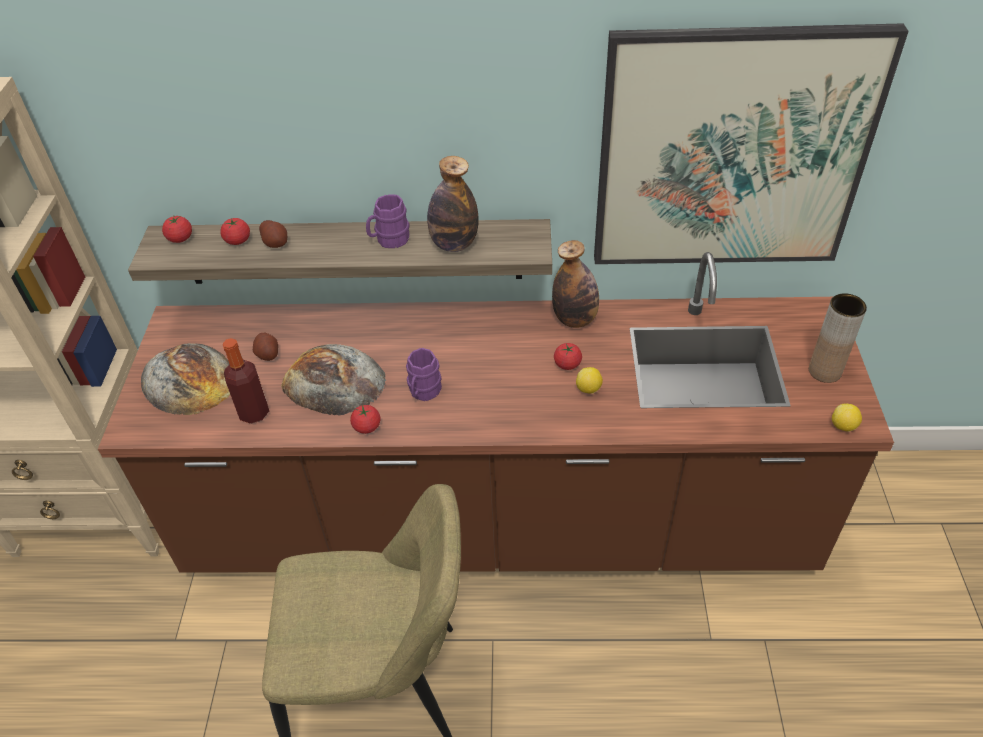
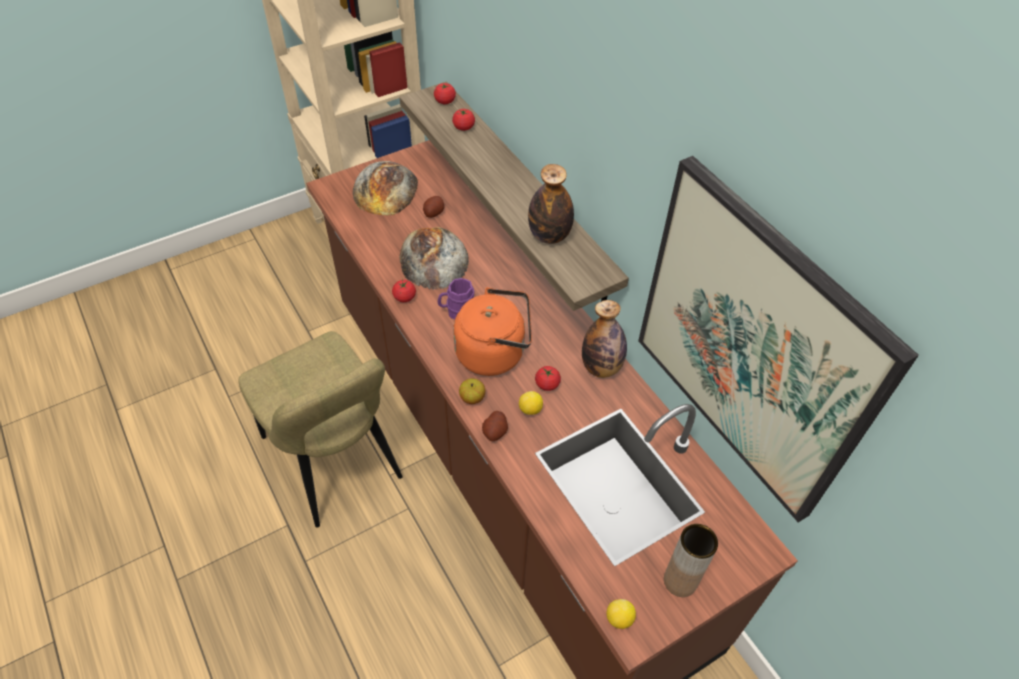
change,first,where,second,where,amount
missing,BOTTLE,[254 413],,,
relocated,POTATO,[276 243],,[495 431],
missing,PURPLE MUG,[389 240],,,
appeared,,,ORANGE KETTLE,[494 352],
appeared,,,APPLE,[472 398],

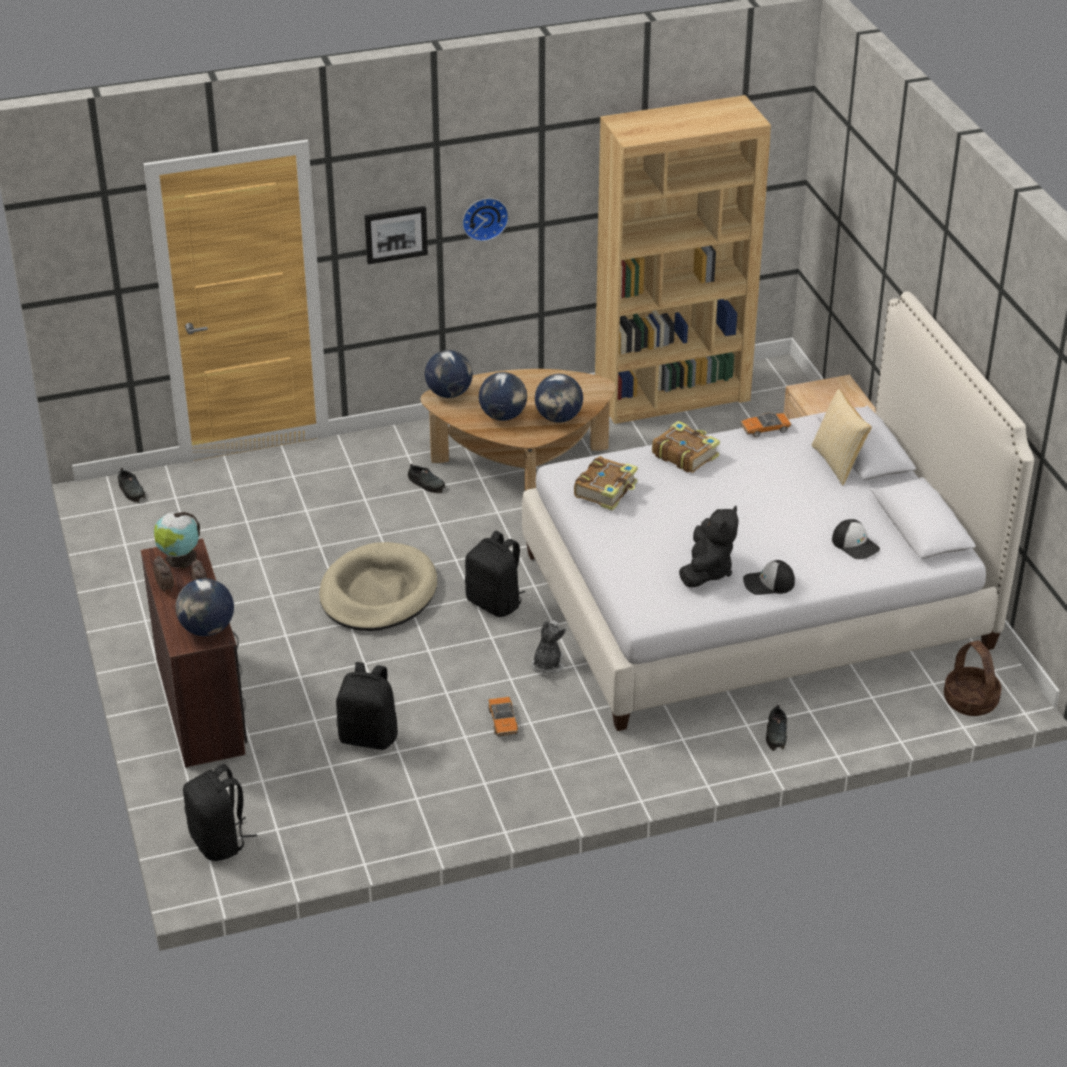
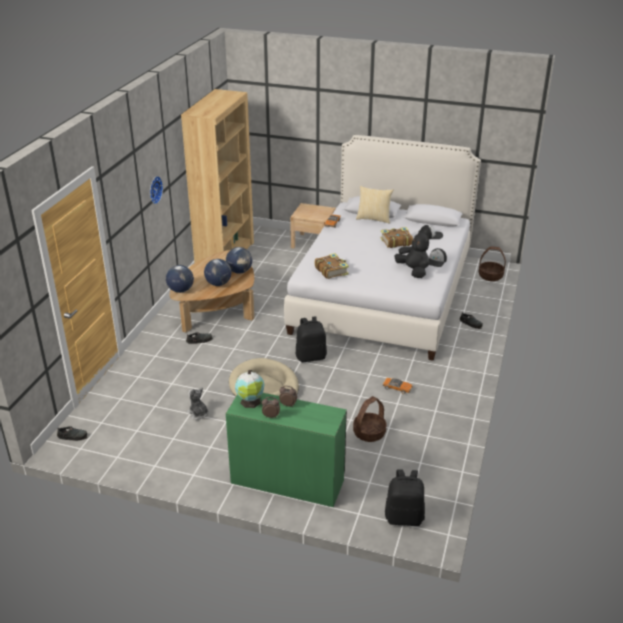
change,first,where,second,where,amount
colour,BROWN DESK,[202 704],GREEN DESK,[287 480],
missing,GLOBE,[206 629],,,
exchanged,BLACK BACKPACK,[369 736],BASKET,[369 432],
missing,PICTURE,[395 234],,,
relocated,PLUSH TOY,[547 664],,[198 414],
relocated,BOOK,[684 455],,[396 242],

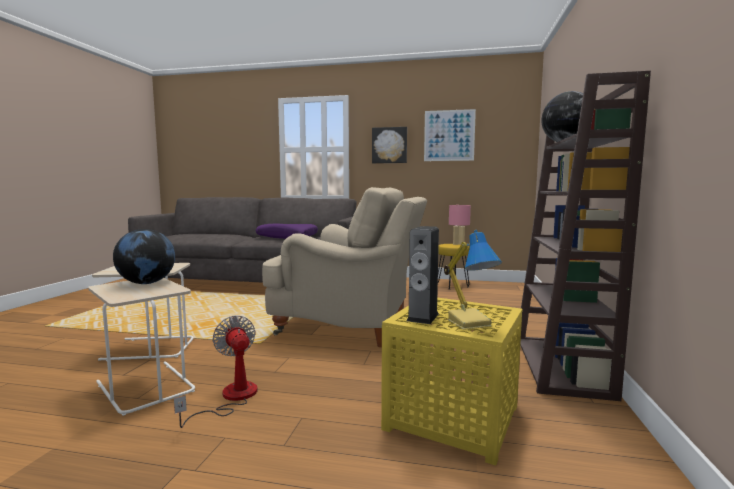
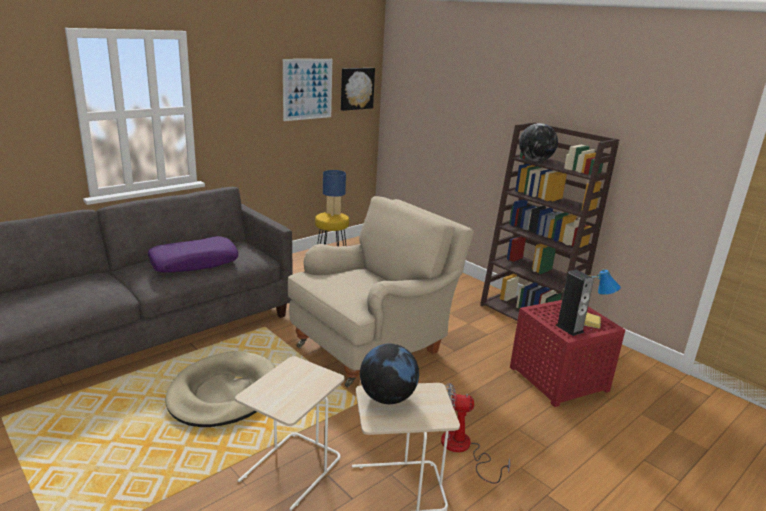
change,first,where,second,where,amount
relocated,PICTURE,[389 145],,[356 88],
colour,YELLOW SIDE TABLE,[450 418],RED SIDE TABLE,[558 380],
colour,PINK TABLE LAMP,[458 244],BLUE TABLE LAMP,[333 213],
appeared,,,BEIGE DOG BED,[224 393],

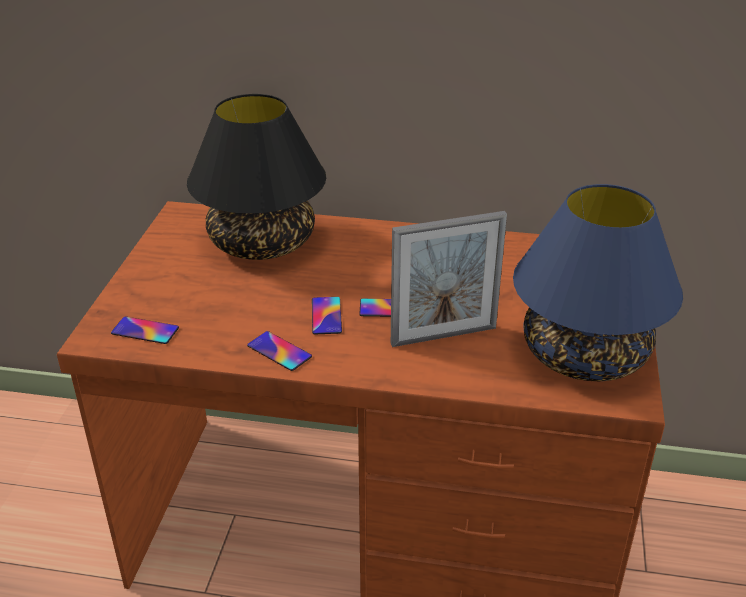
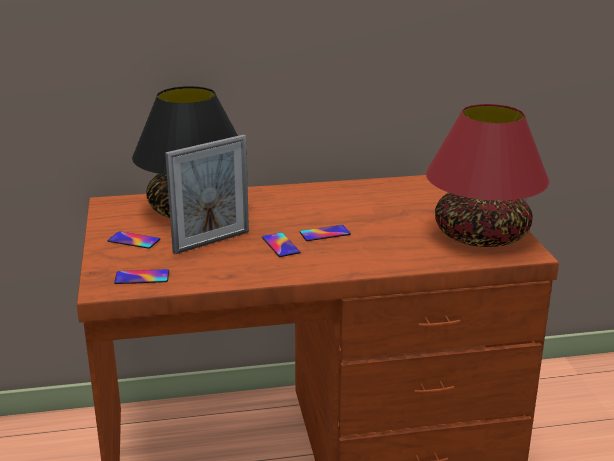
change,first,where,second,where,amount
relocated,PHONE,[279 351],,[134 240],
relocated,PICTURE FRAME,[443 336],,[211 242],
colour,BLUE TABLE LAMP,[585 354],RED TABLE LAMP,[481 235],

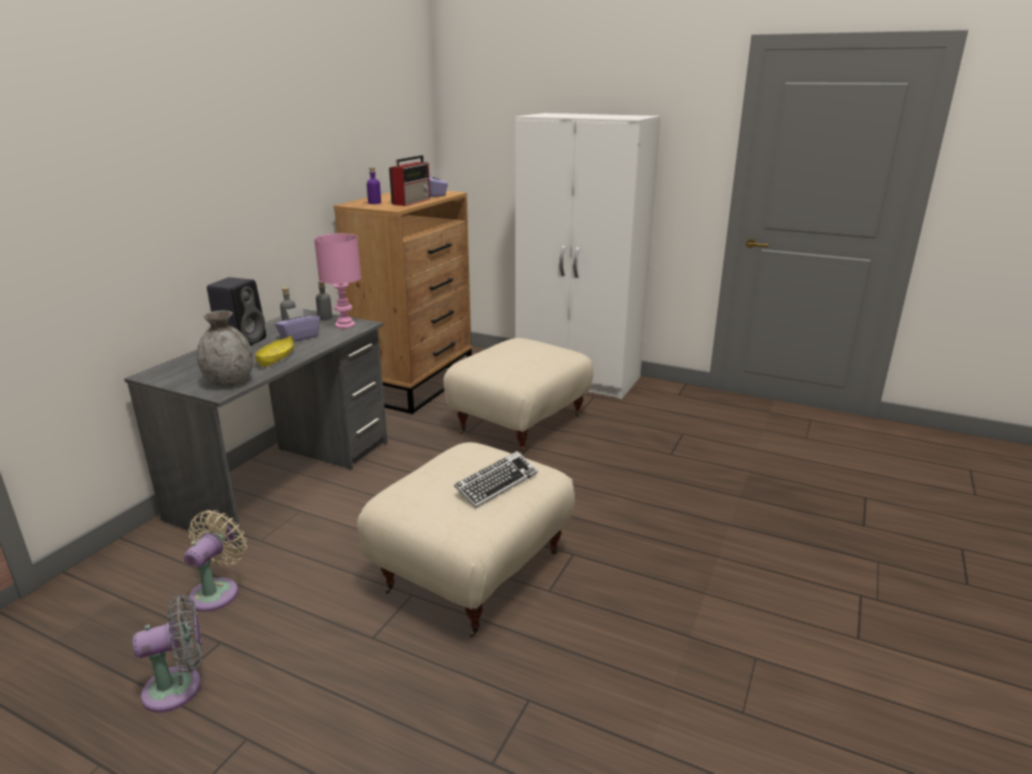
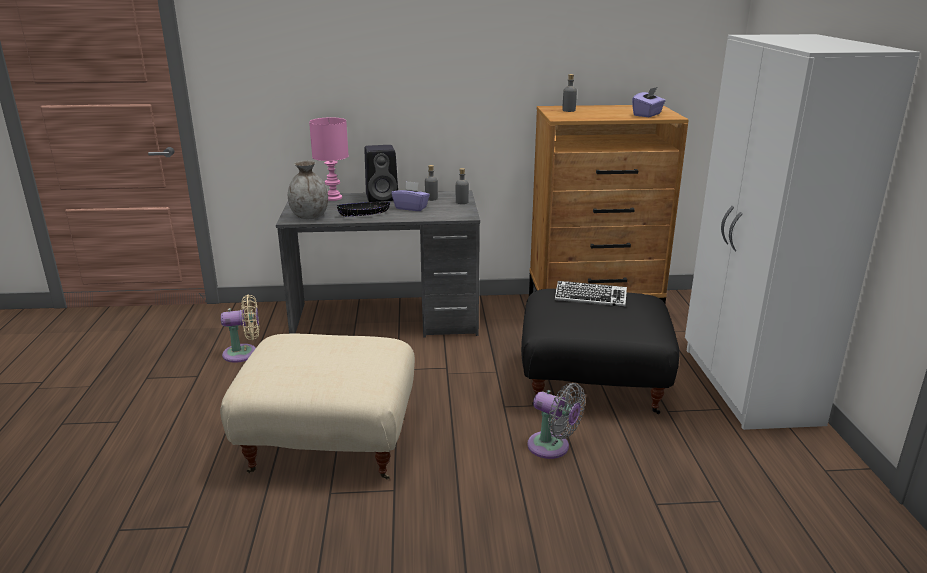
change,first,where,second,where,amount
relocated,GREY FAN,[179 687],,[552 447],
colour,YELLOW BOWL,[277 358],BLACK BOWL,[364 214],
relocated,PINK TABLE LAMP,[344 325],,[333 198],
colour,PURPLE BOTTLE,[374 203],GREY BOTTLE,[568 110],
missing,RADIO,[412 201],,,
colour,BEIGE OTTOMAN,[519 424],BLACK OTTOMAN,[593 384],
relocated,KEYBOARD,[496 484],,[590 298],

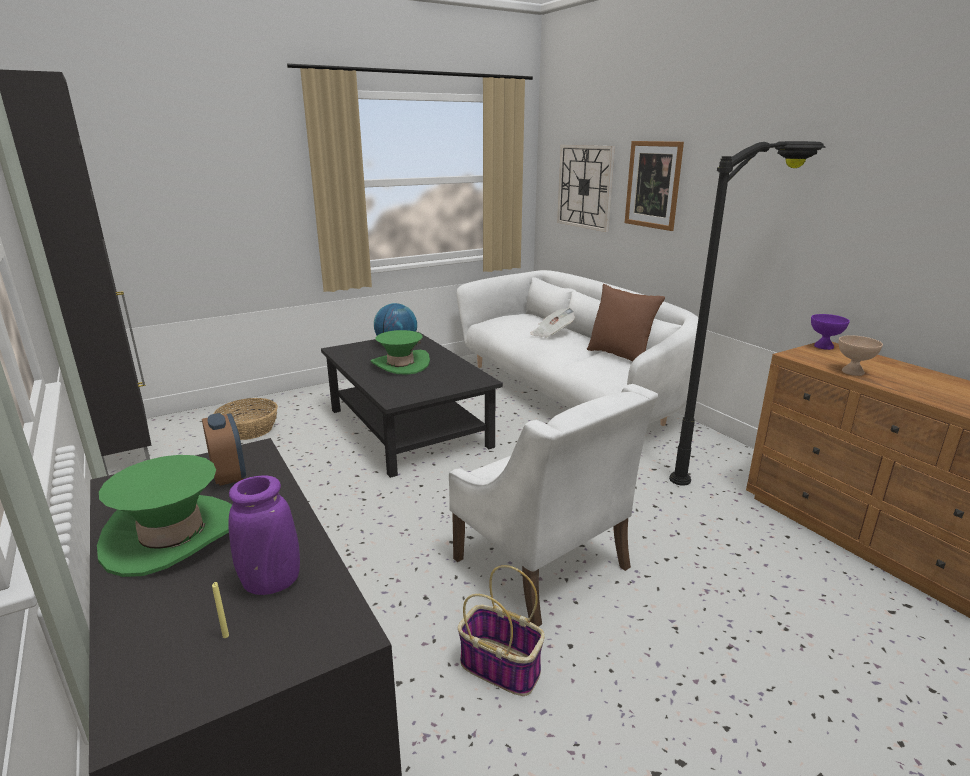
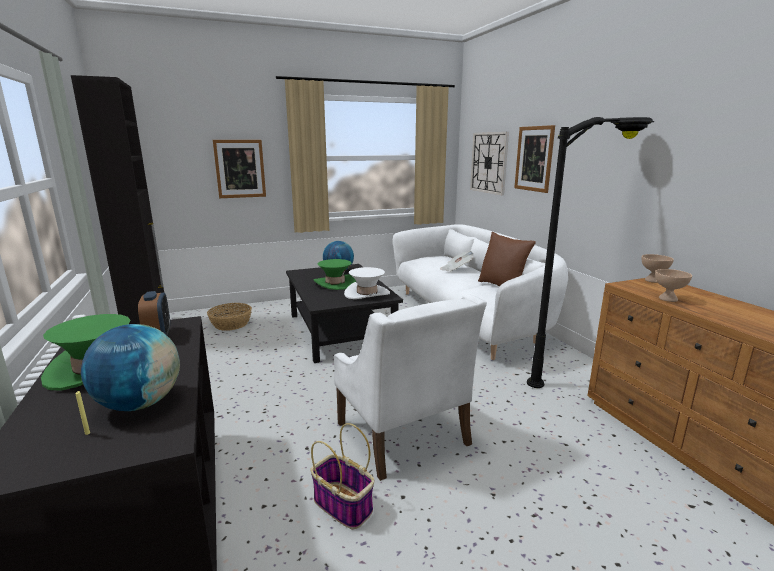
change,first,where,second,where,amount
exchanged,PURPLE VASE,[271 583],GLOBE,[139 404],
colour,PURPLE BOWL,[823 346],BEIGE BOWL,[652 280],
appeared,,,PICTURE,[240 169],
appeared,,,WHITE HAT,[367 293],

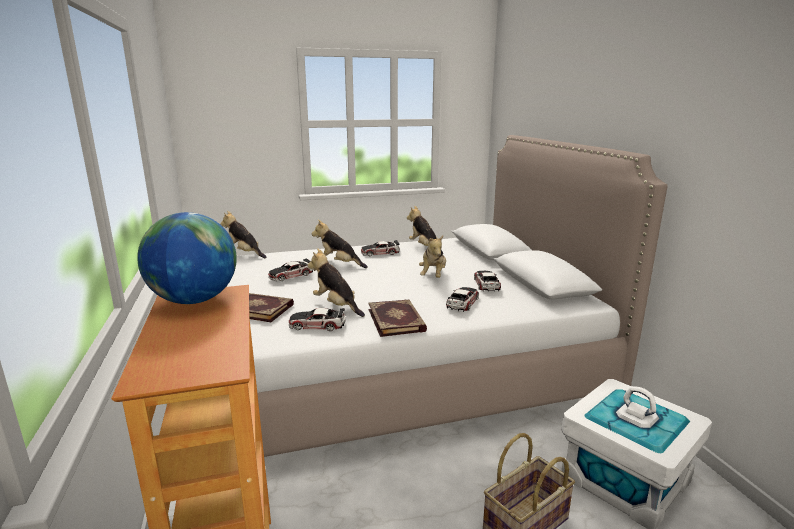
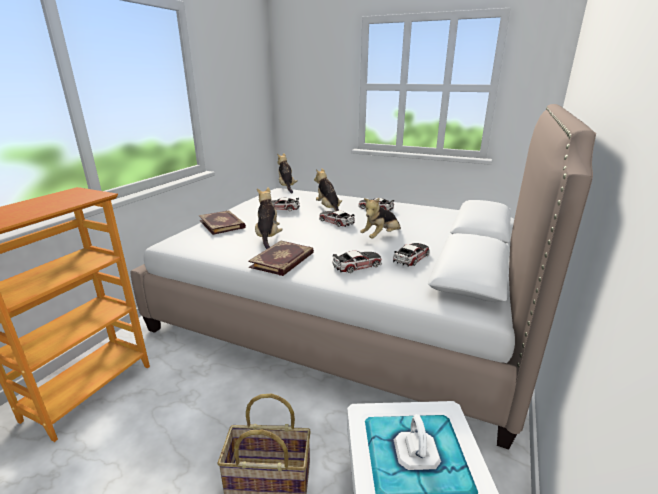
change,first,where,second,where,amount
missing,GLOBE,[194 300],,,
relocated,TOY CAR,[317 325],,[336 222],
missing,PLUSH TOY,[424 247],,,

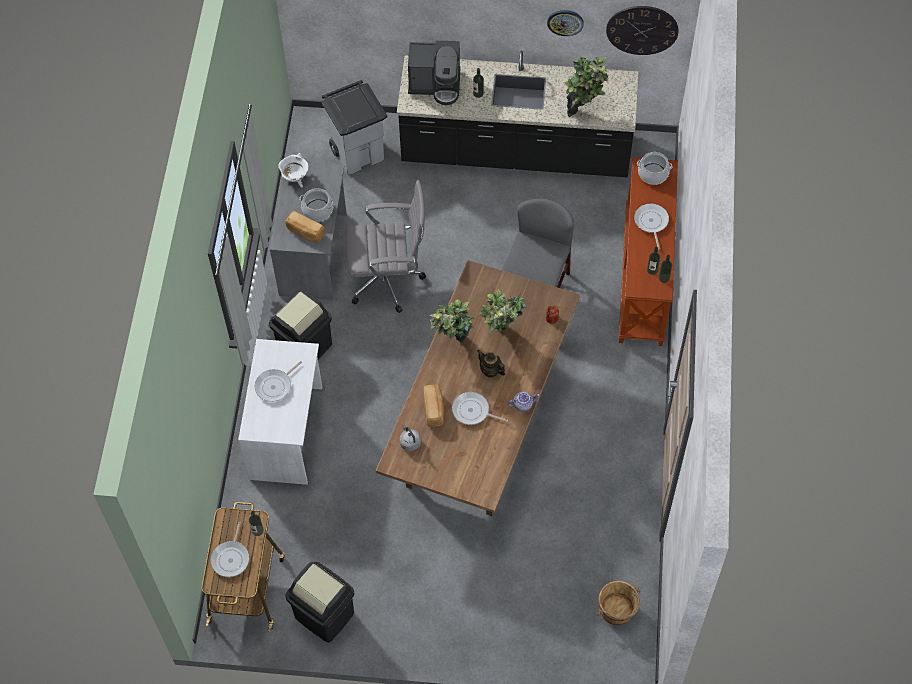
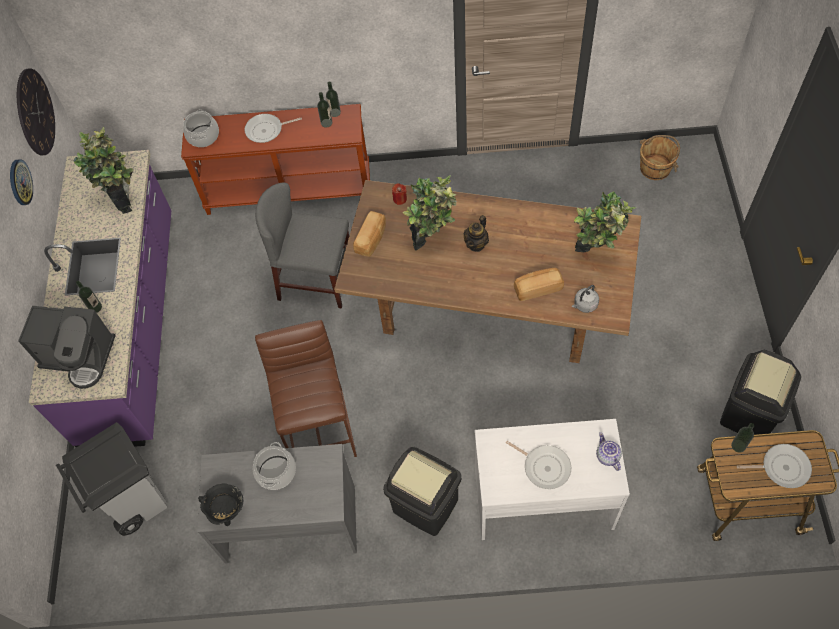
change,first,where,second,where,amount
colour,WHITE COOKING POT,[295 179],BLACK COOKING POT,[227 511],
relocated,BREAD,[305 232],,[372 239],
exchanged,GREY OFFICE CHAIR,[389 280],BROWN STOOL,[320 428],
colour,BLACK COUNTER,[516 152],PURPLE COUNTER,[132 326],
spun,COFFEE MACHINE,[436 85],,[80 356],105 degrees clockwise
relocated,POTTED PLANT,[453 346],,[596 255],
missing,FRYING PAN,[473 411],,,
relocated,TEAPOT,[523 404],,[607 456],

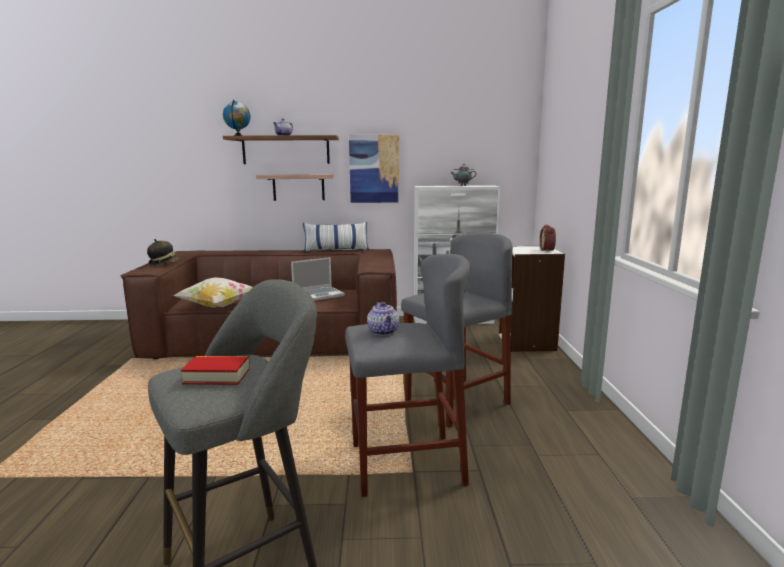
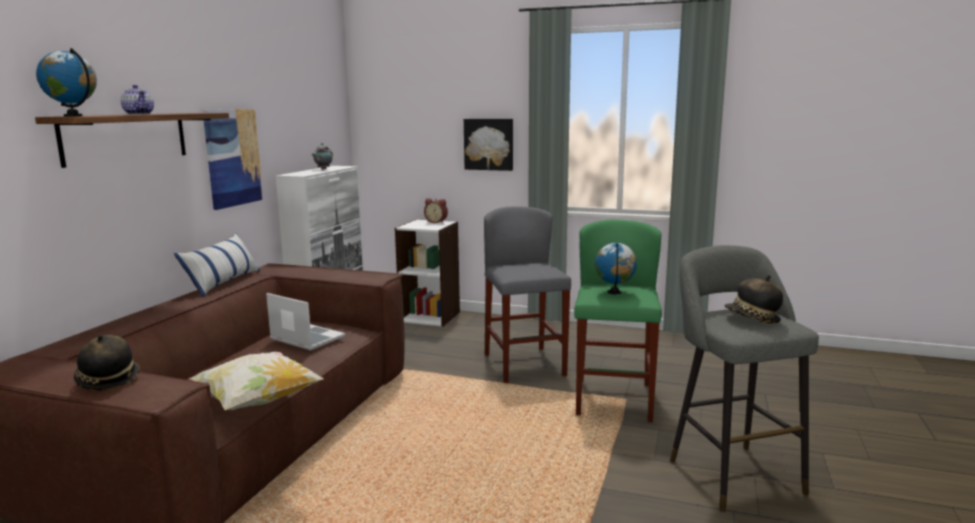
change,first,where,second,where,amount
exchanged,BOOK,[217 376],HAT,[752 319],
missing,SHELF,[298 187],,,
spun,LAPTOP,[318 295],,[306 338],45 degrees counterclockwise
colour,GREY STOOL,[406 464],GREEN STOOL,[613 399],
exchanged,TEAPOT,[384 332],GLOBE,[614 292],
appeared,,,PICTURE,[489 144],

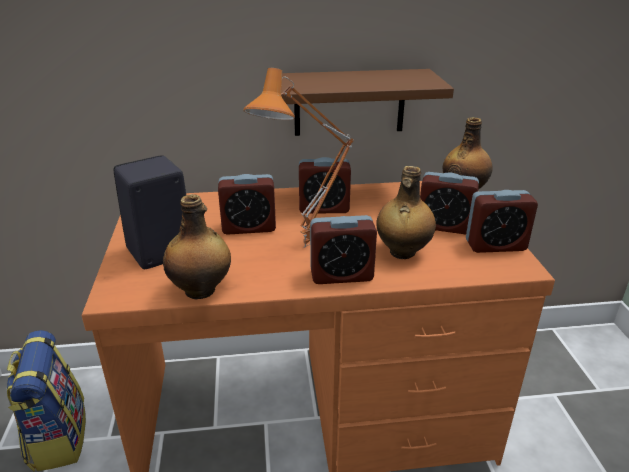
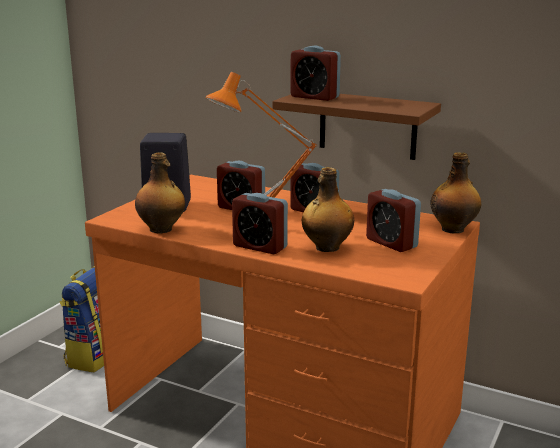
change,first,where,second,where,amount
relocated,ALARM CLOCK,[495 245],,[314 97],

